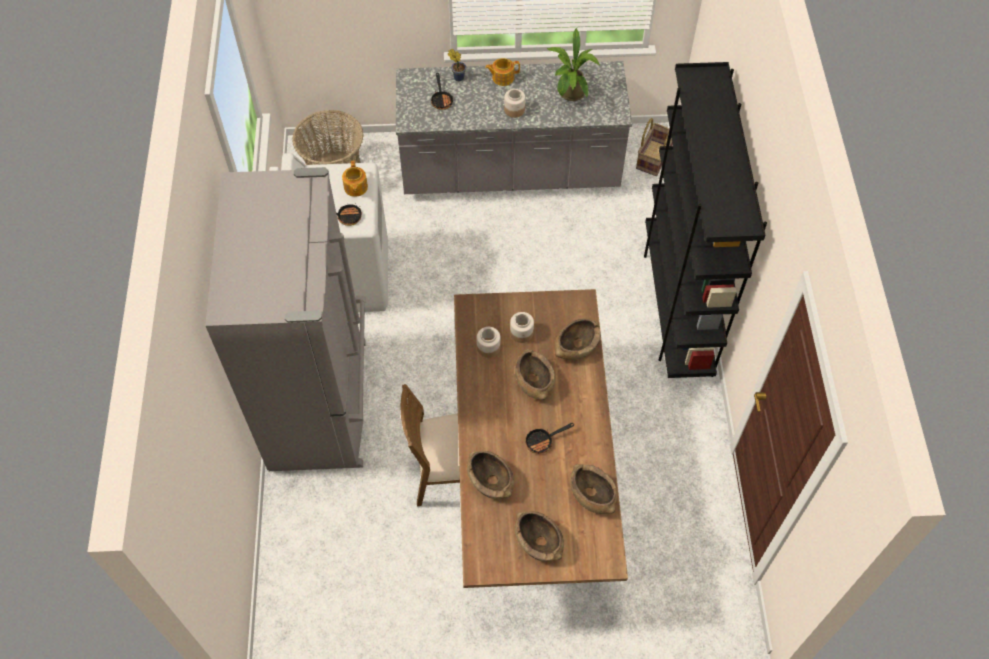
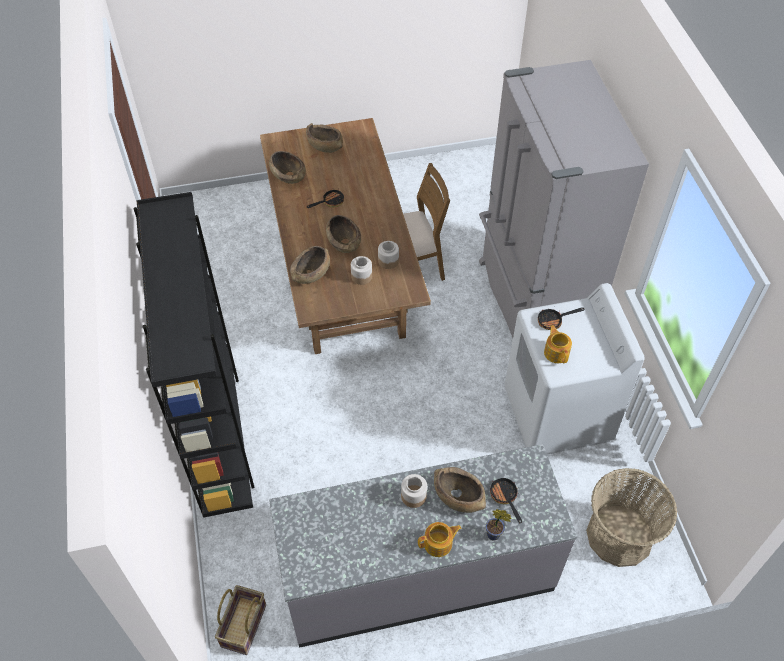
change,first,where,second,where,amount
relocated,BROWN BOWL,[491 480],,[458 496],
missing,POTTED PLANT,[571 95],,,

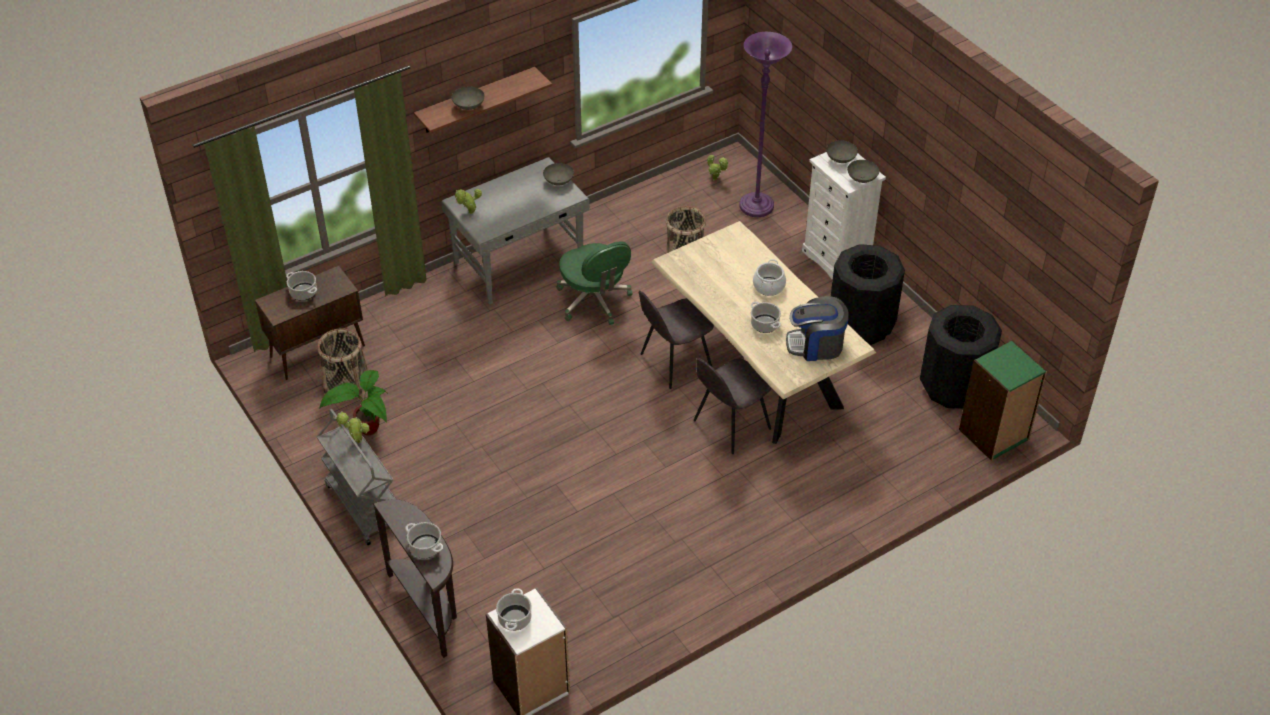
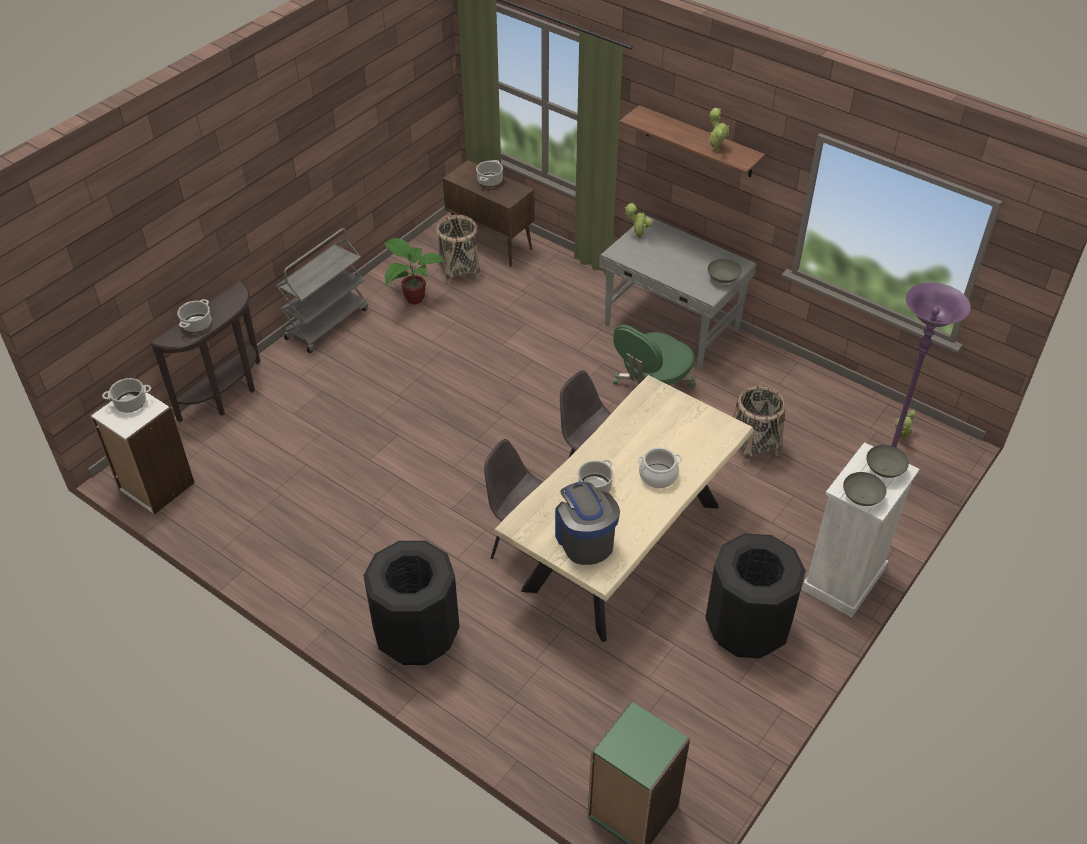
change,first,where,second,where,amount
relocated,POTTED PLANT,[356 441],,[715 148],
missing,GREY BOWL,[468 106],,,
relocated,BLACK TRASH CAN,[953 387],,[417 635],

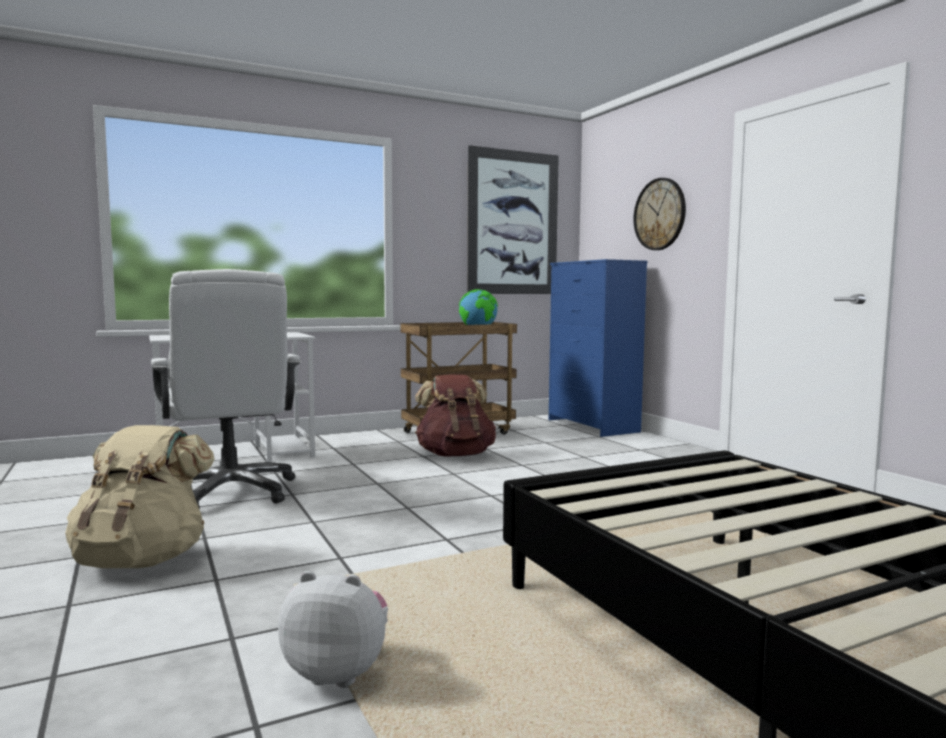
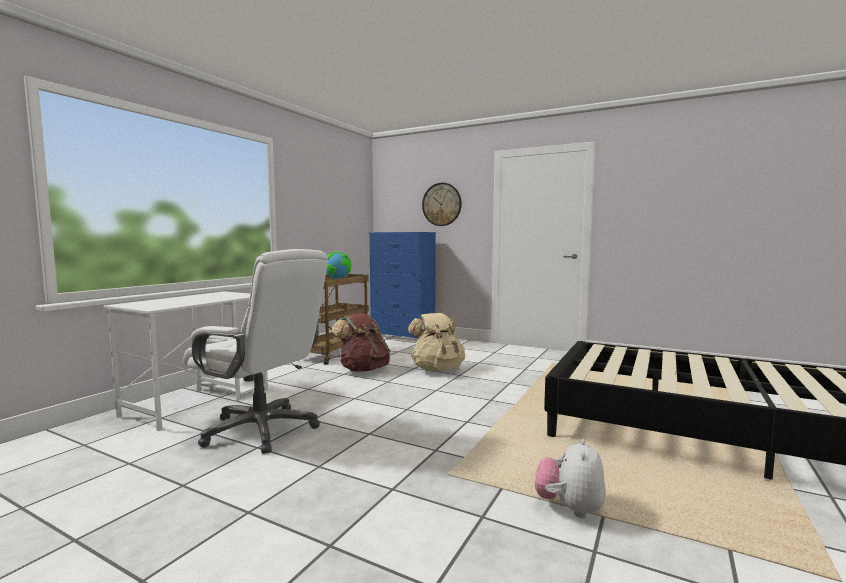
change,first,where,second,where,amount
relocated,BEIGE BACKPACK,[142 560],,[437 369],
spun,PLUSH TOY,[338 672],,[570 508],45 degrees counterclockwise
missing,PICTURE,[513 223],,,

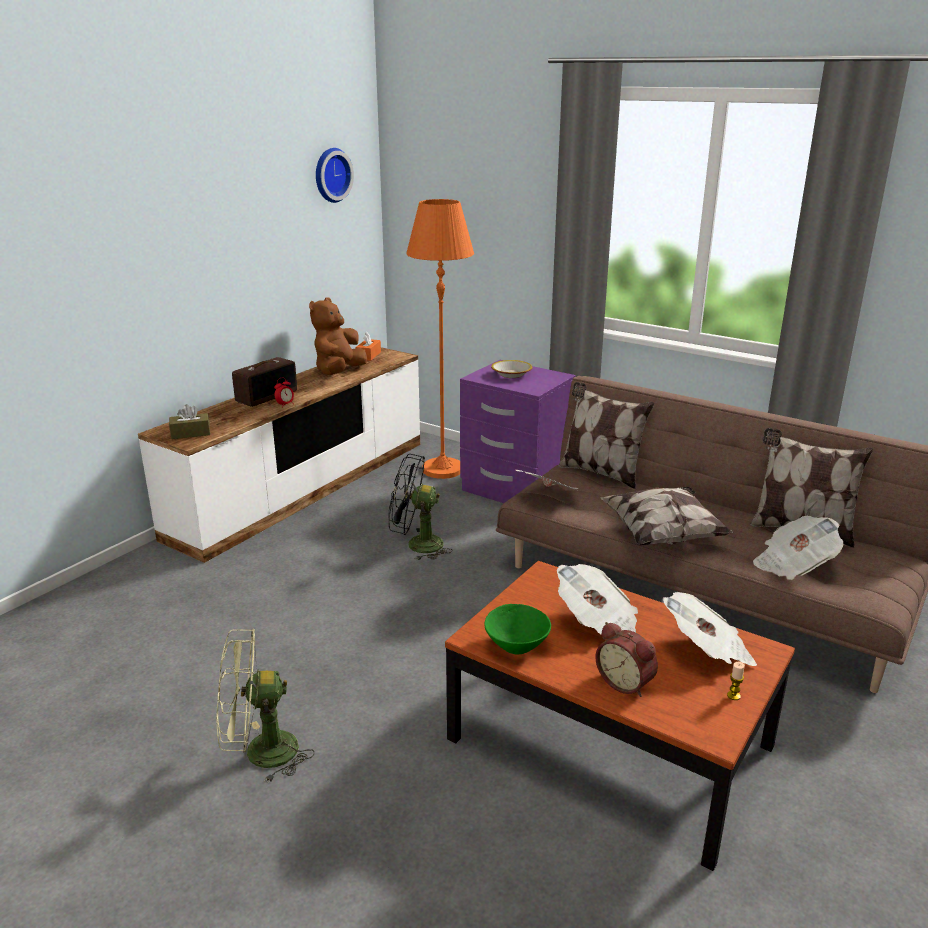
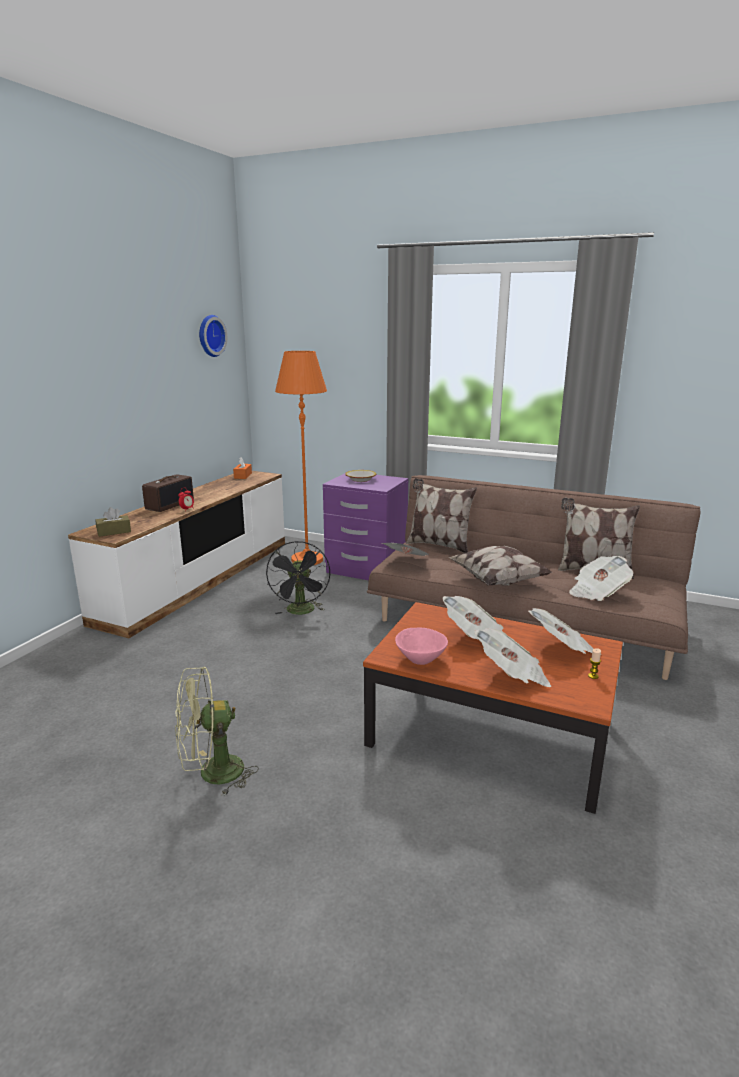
change,first,where,second,where,amount
missing,BROWN PLUSH TOY,[339 372],,,
spun,BLACK FAN,[416 545],,[301 612],90 degrees counterclockwise
colour,GREEN BOWL,[517 645],PINK BOWL,[420 659],
exchanged,ALARM CLOCK,[626 682],NEWSPAPER,[512 675],

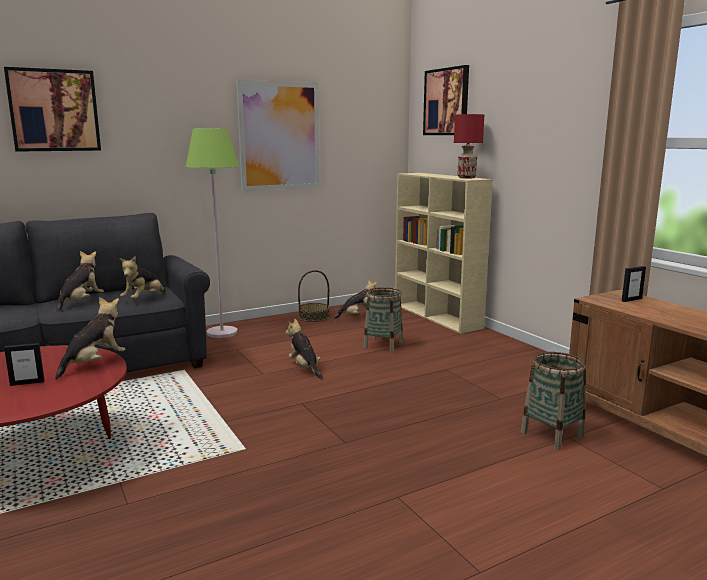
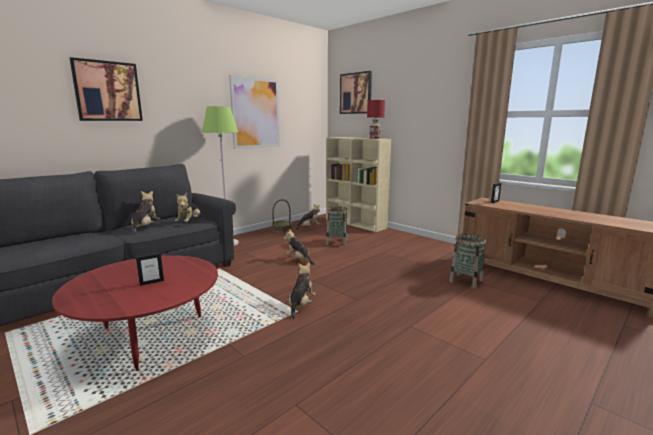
change,first,where,second,where,amount
relocated,PLUSH TOY,[94 364],,[301 305],

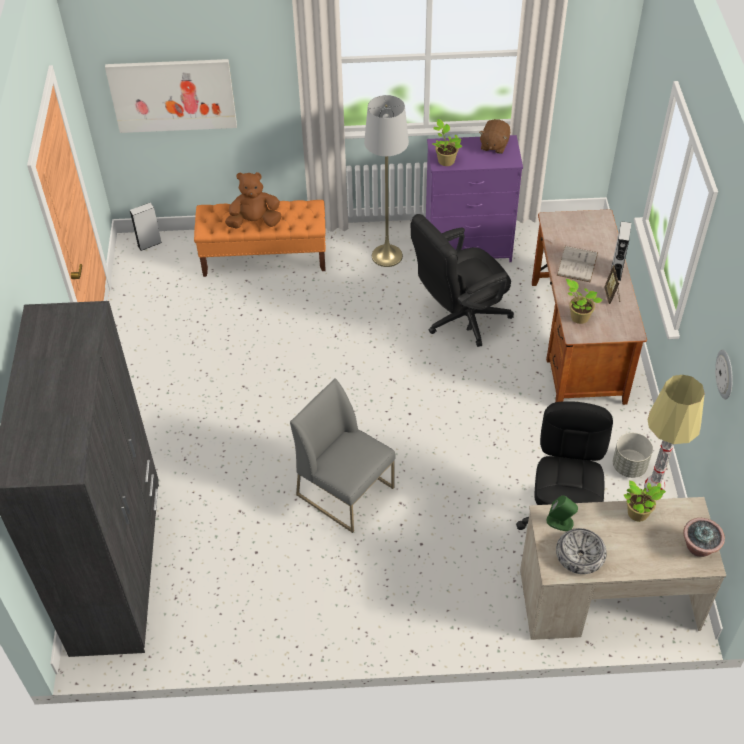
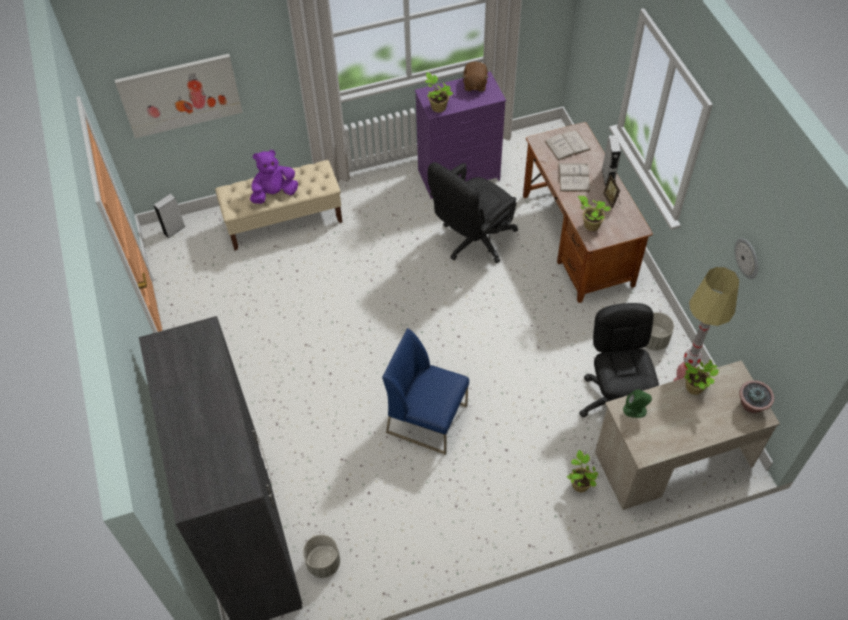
change,first,where,second,where,amount
colour,ORANGE BENCH,[265 257],BEIGE BENCH,[284 221],
colour,BROWN PLUSH TOY,[254 222],PURPLE PLUSH TOY,[274 193],
colour,GREY CHAIR,[346 491],BLUE CHAIR,[428 418],
missing,GREY FLOOR LAMP,[387 256],,,
missing,BOWL,[580 555],,,
appeared,,,GREY PLANTER,[324 563],
appeared,,,WHITE BOOK,[567 145],
appeared,,,POTTED PLANT,[579 483],

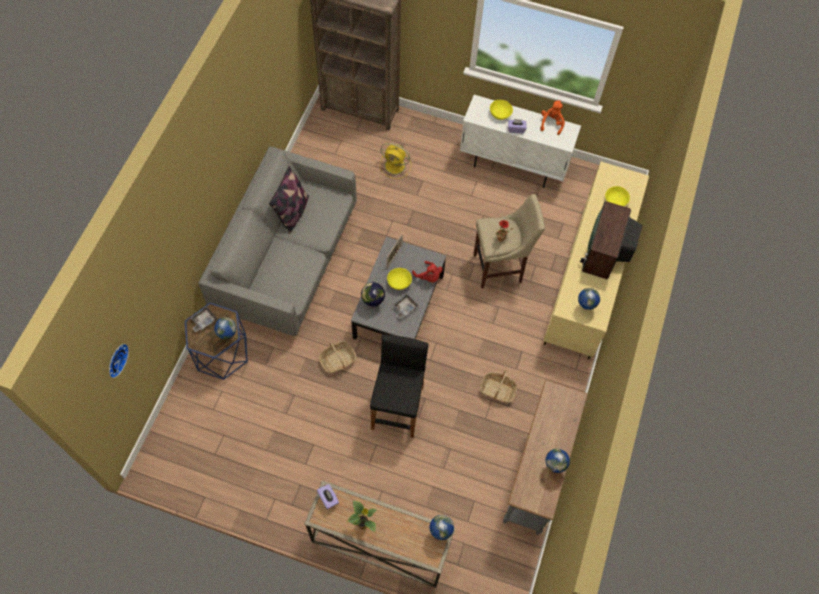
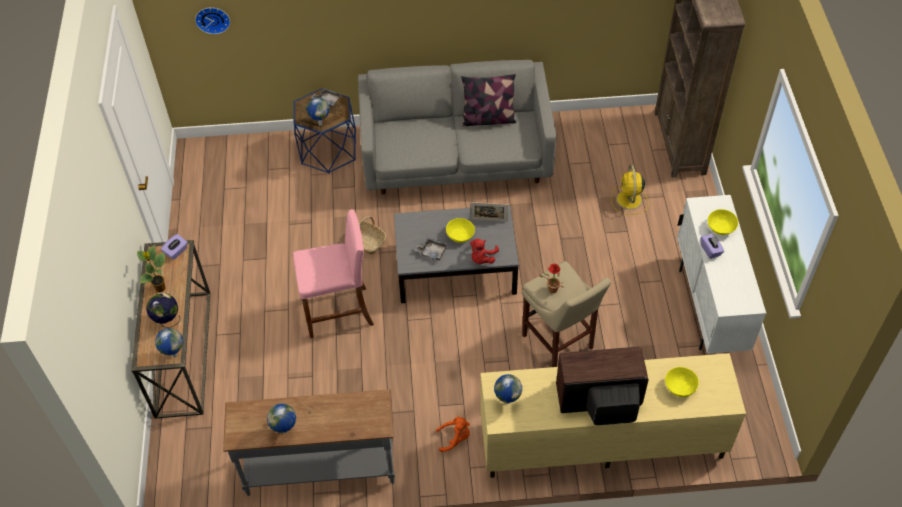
change,first,where,second,where,amount
relocated,GLOBE,[373 302],,[167 321],
colour,BLACK STOOL,[398 407],PINK STOOL,[338 312],
missing,BASKET,[497 390],,,
relocated,ORANGE PLUSH TOY,[551 123],,[455 438],

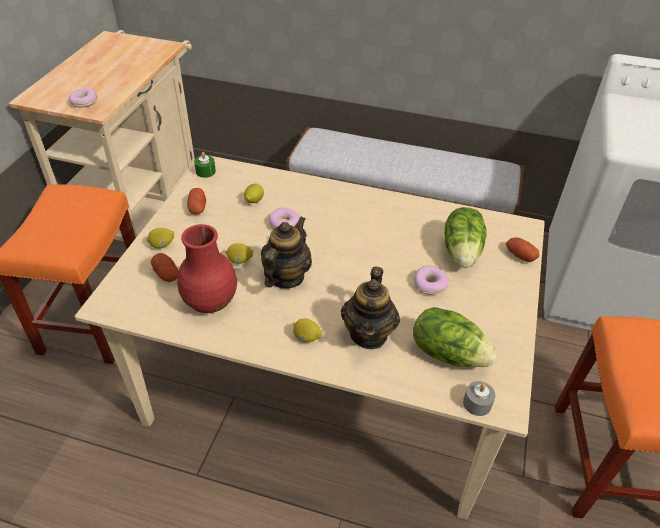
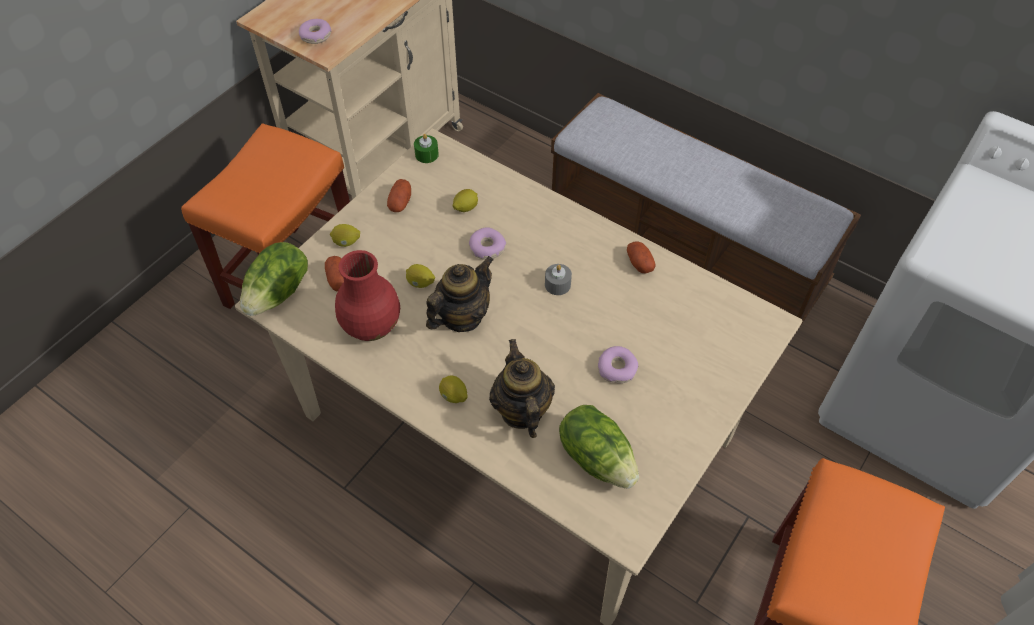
change,first,where,second,where,amount
spun,TEAPOT,[369 334],,[521 410],135 degrees clockwise
relocated,LETTUCE,[462 251],,[279 293],
relocated,GREY CANDLE,[477 403],,[557 284],
relocated,POTATO,[520 255],,[639 263],

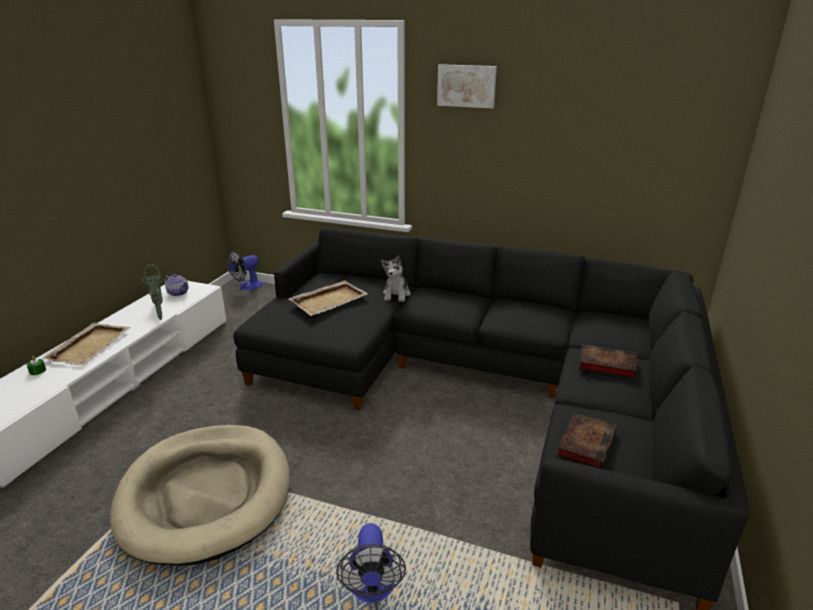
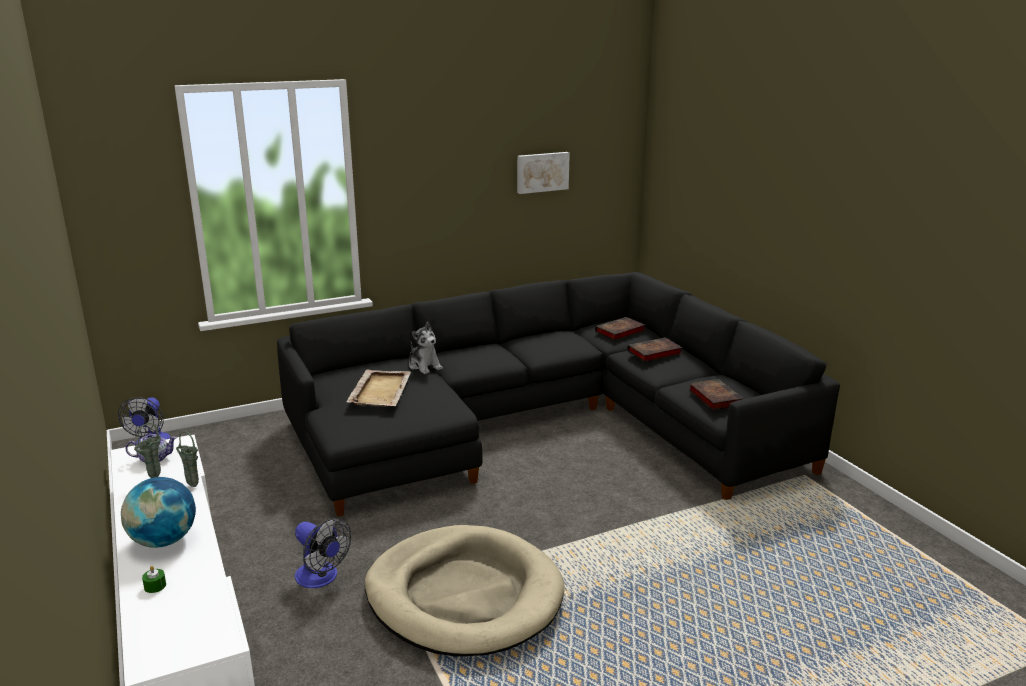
change,first,where,second,where,amount
exchanged,BEIGE TRAY,[90 345],GLOBE,[164 541],
relocated,FAN,[372 590],,[321 578],
relocated,PICTURE,[466 86],,[542 172],
appeared,,,BOOK,[619 332],

